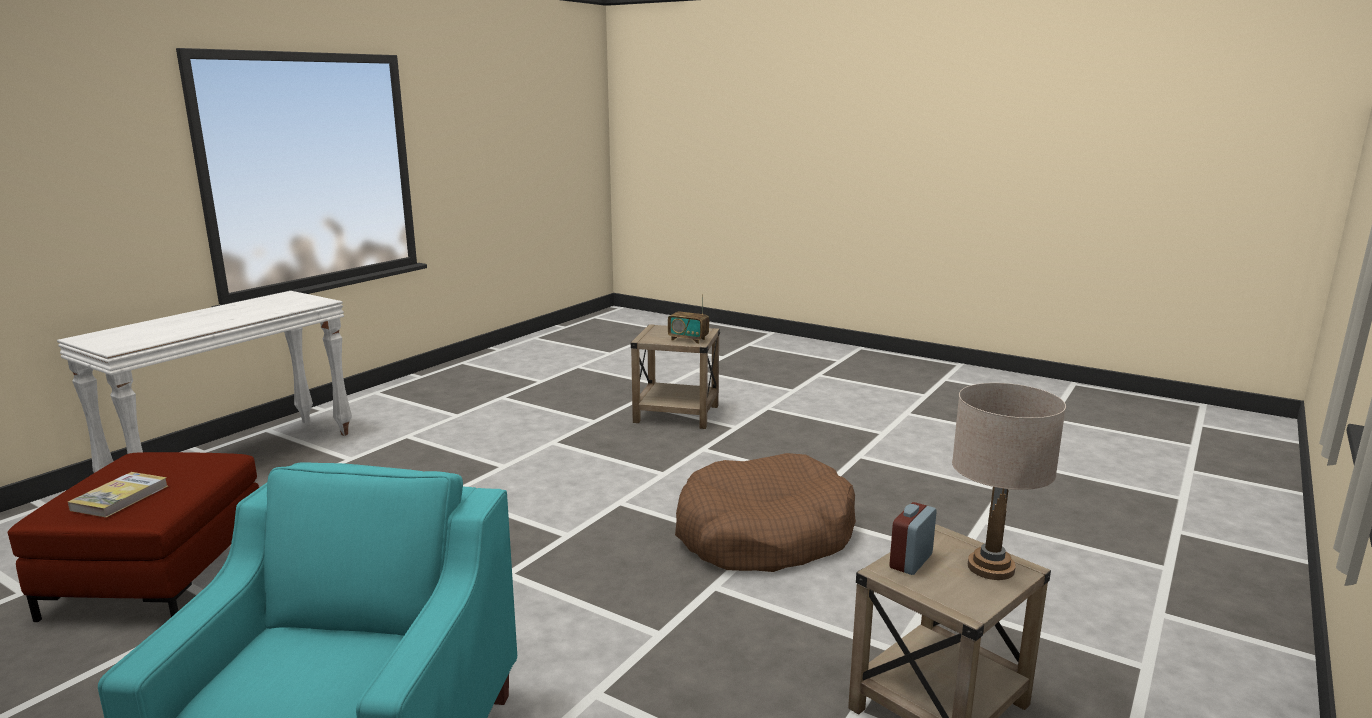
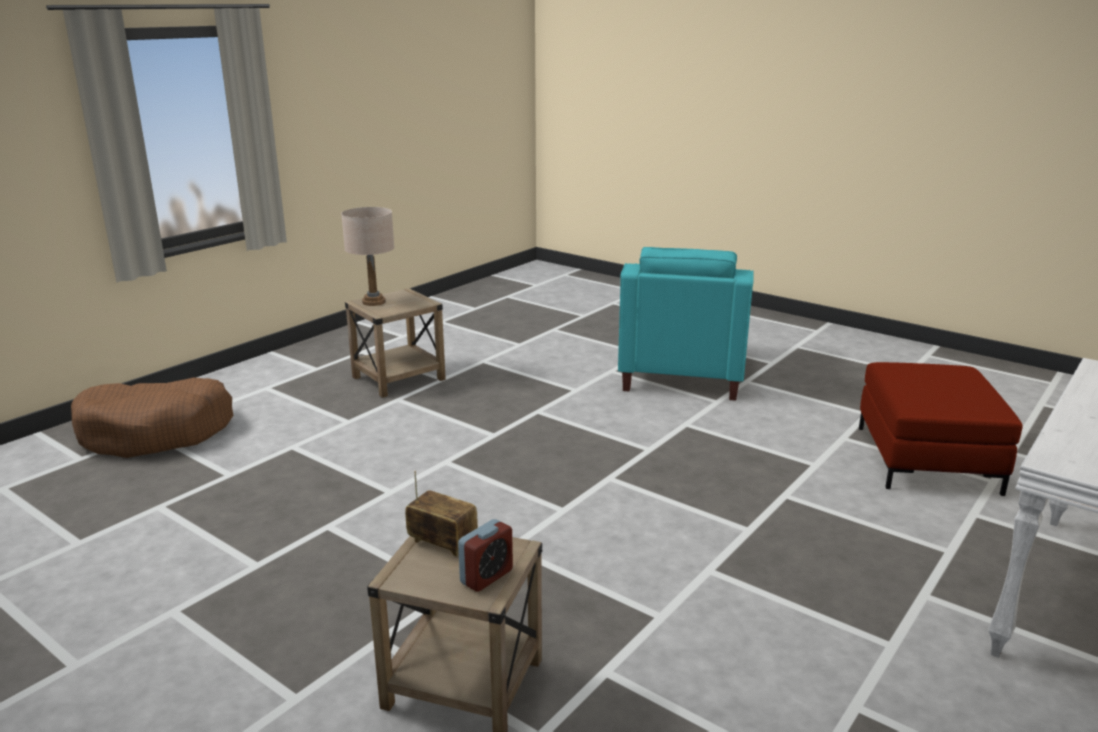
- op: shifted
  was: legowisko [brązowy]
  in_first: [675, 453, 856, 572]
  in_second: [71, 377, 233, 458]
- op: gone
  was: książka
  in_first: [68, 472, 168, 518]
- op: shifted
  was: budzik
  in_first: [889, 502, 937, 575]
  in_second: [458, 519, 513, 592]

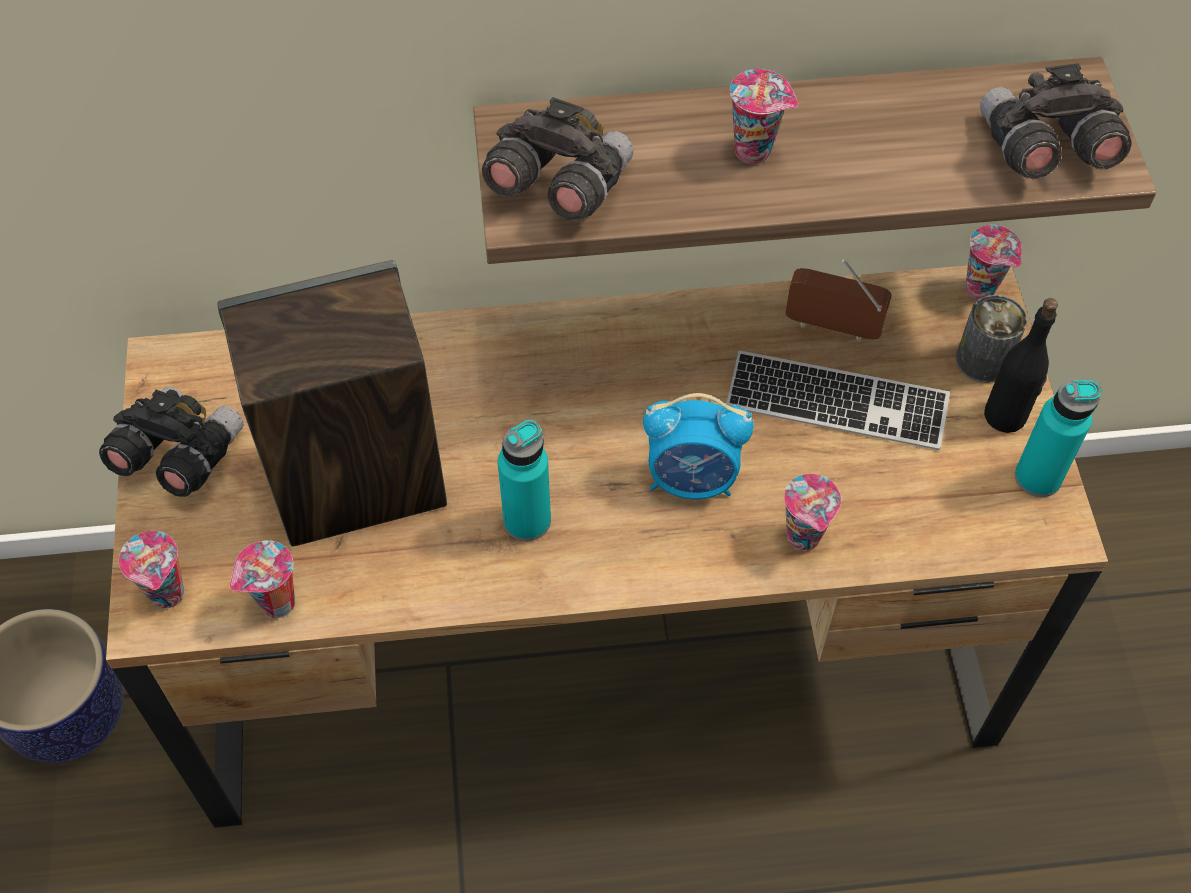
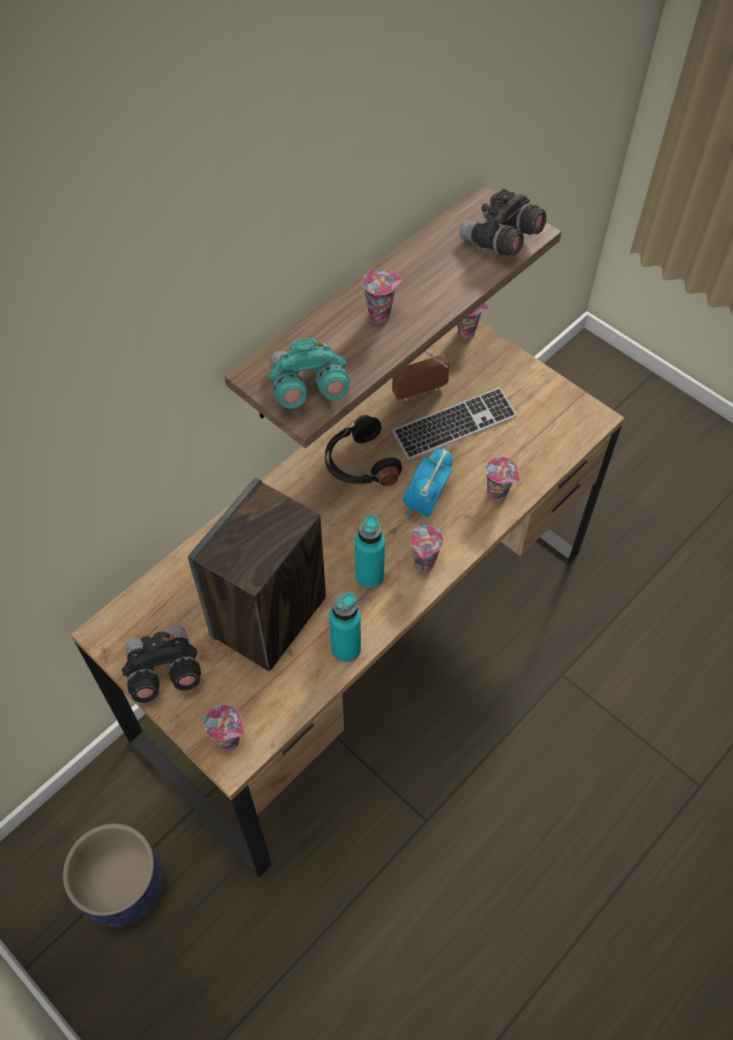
- op: repainted
  was: lornetka [szary]
  now: lornetka [turkusowy]
  in_first: [482, 97, 634, 221]
  in_second: [269, 337, 350, 409]
- op: gone
  was: puszka
  in_first: [956, 295, 1027, 383]
- op: gone
  was: butelka [czarny]
  in_first: [984, 298, 1058, 433]
- op: shifted
  was: butelka [turkusowy]
  in_first: [1015, 380, 1101, 497]
  in_second: [329, 592, 361, 662]
- op: rotated
  was: budzik
  in_first: [643, 393, 754, 499]
  in_second: [402, 448, 453, 517]
  clockwise: 150
- op: shifted
  was: filiżanka
  in_first: [230, 540, 295, 618]
  in_second: [410, 525, 444, 572]
- op: new
  now: słuchawki [czarny]
  in_second: [325, 415, 402, 486]

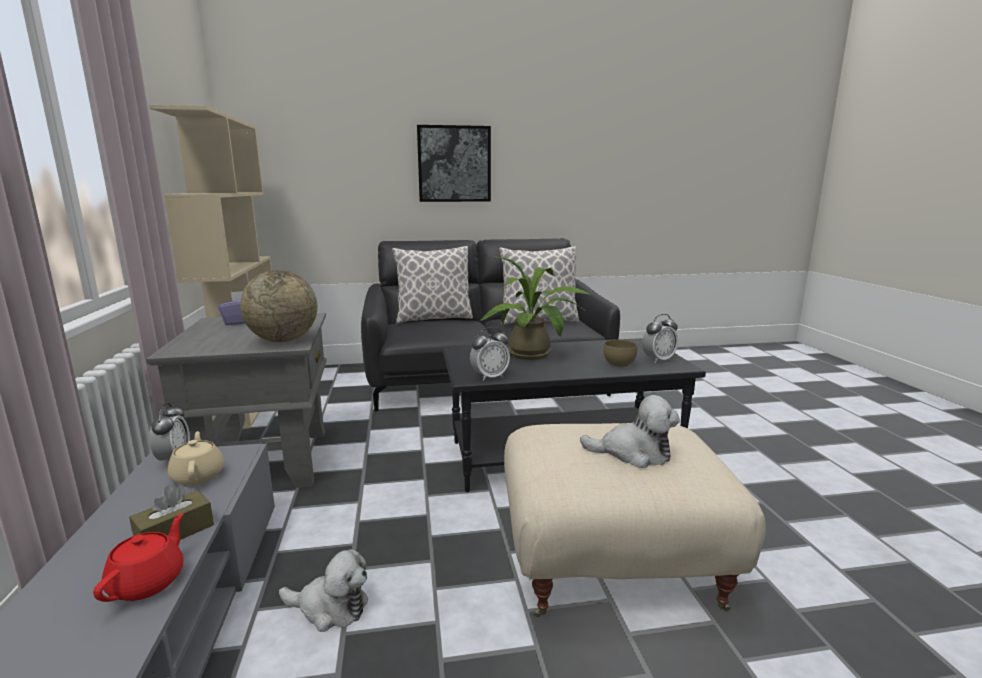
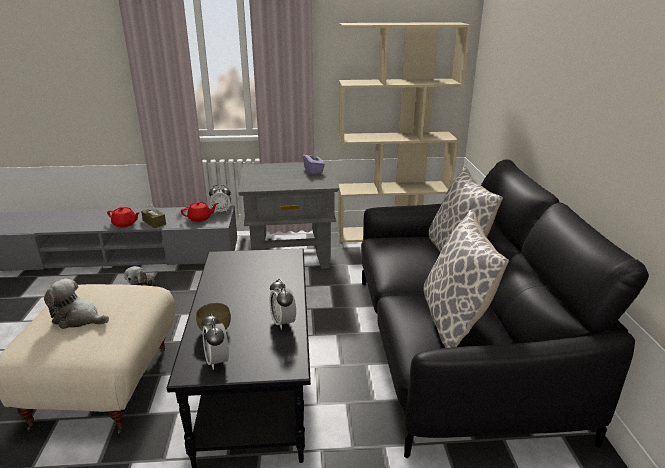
- op: gone
  was: obraz
  in_first: [417, 125, 491, 202]
- op: gone
  was: roślina doniczkowa
  in_first: [479, 256, 590, 360]
- op: gone
  was: globus
  in_first: [240, 270, 318, 342]
- op: shifted
  was: budzik
  in_first: [470, 327, 510, 381]
  in_second: [269, 279, 296, 330]
- op: rotated
  was: pluszak
  in_first: [580, 395, 680, 468]
  in_second: [44, 279, 109, 329]
  clockwise: 90
- op: repainted
  was: imbryk [beżowy]
  now: imbryk [czerwony]
  in_first: [168, 431, 224, 486]
  in_second: [181, 201, 218, 222]

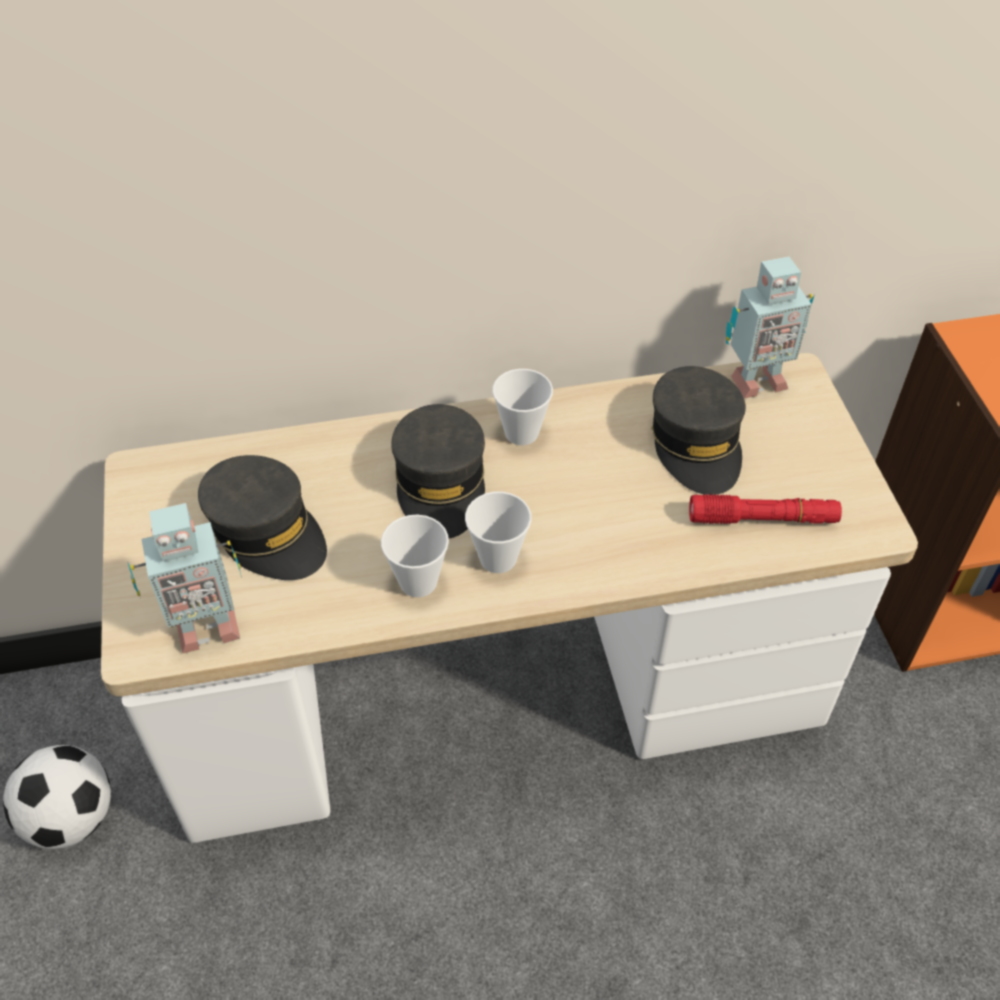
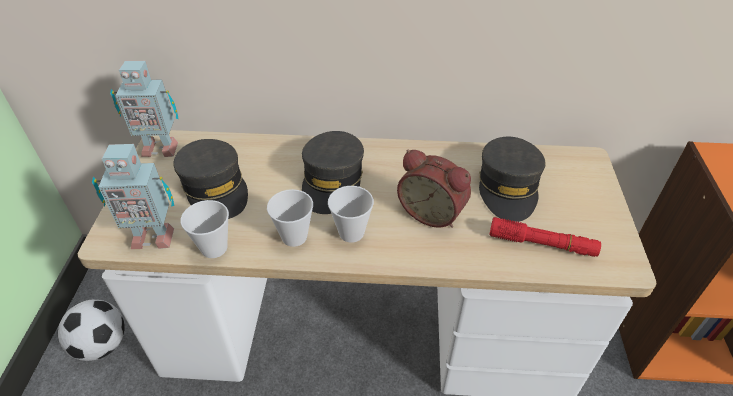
- op: shifted
  was: robot zabawkowy
  in_first: [726, 256, 814, 398]
  in_second: [110, 61, 179, 157]
- op: shifted
  was: filiżanka
  in_first: [492, 369, 553, 445]
  in_second: [181, 200, 229, 258]
- op: new
  now: budzik
  in_second: [397, 150, 471, 228]

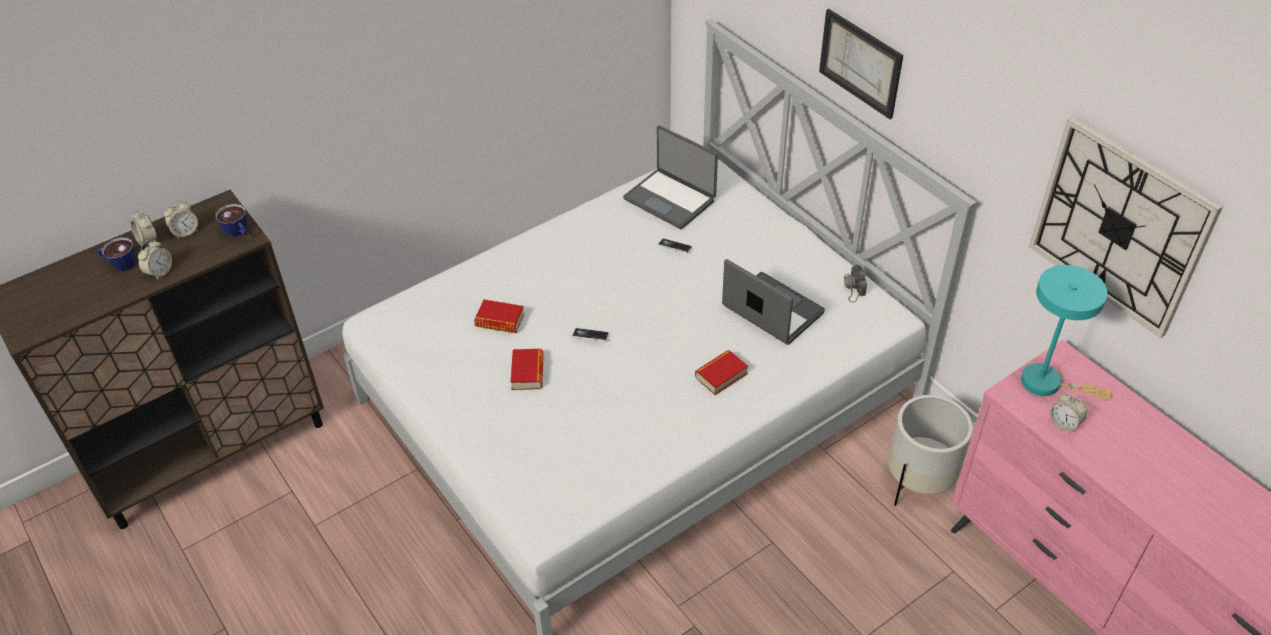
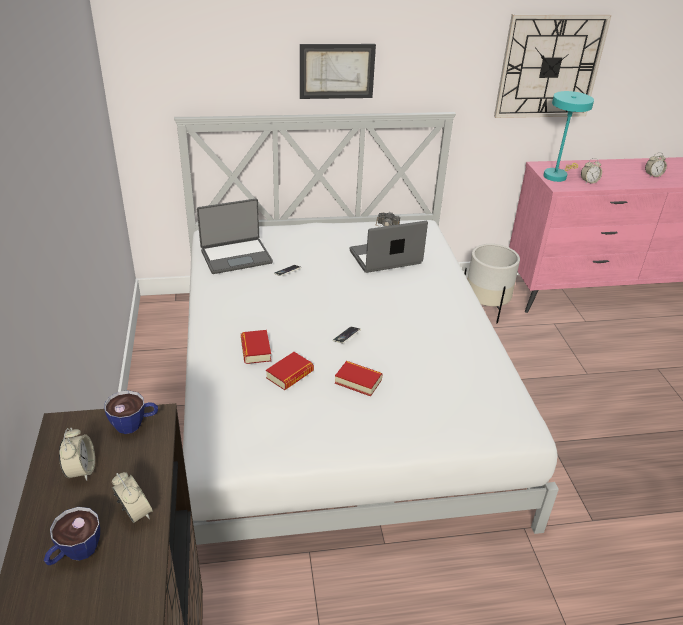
- op: shifted
  was: budzik
  in_first: [130, 210, 157, 247]
  in_second: [645, 152, 667, 177]
- op: shifted
  was: książka
  in_first: [695, 350, 748, 395]
  in_second: [241, 330, 271, 364]

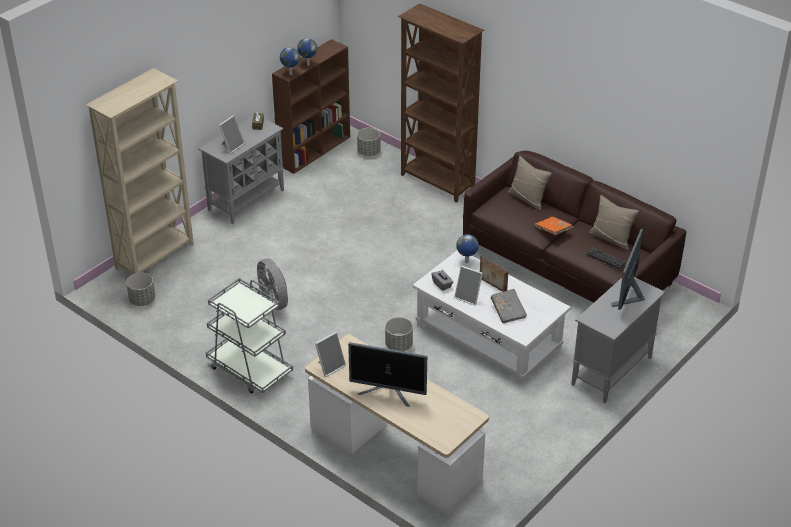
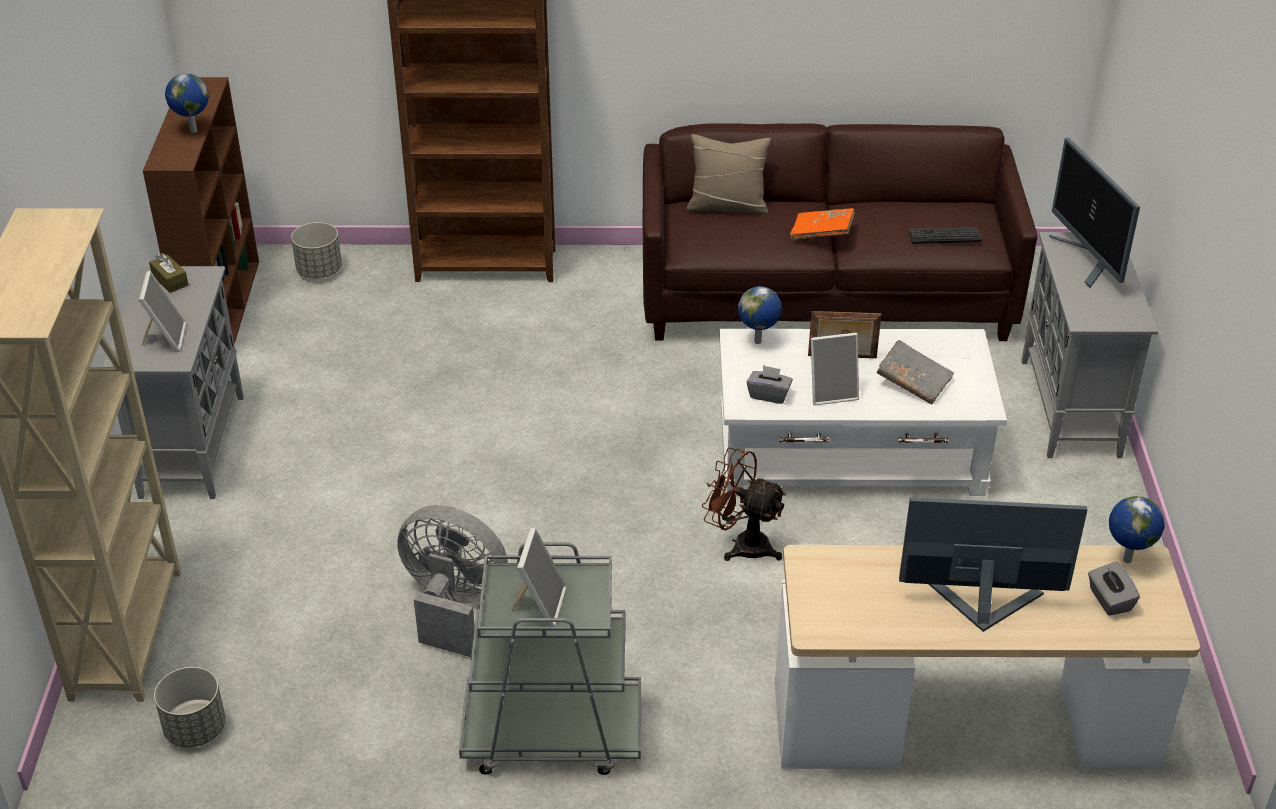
- op: shifted
  was: globus
  in_first: [280, 47, 300, 75]
  in_second: [1109, 496, 1165, 563]
- op: gone
  was: poduszka [beżowy]
  in_first: [589, 195, 639, 250]
- op: swapped
  was: donica [szary]
  now: wentylator [brązowy]
  in_first: [385, 317, 413, 351]
  in_second: [702, 447, 786, 561]
- op: shifted
  was: ramka na zdjęcie
  in_first: [315, 332, 346, 377]
  in_second: [512, 527, 566, 627]
- op: rotated
  was: monitor
  in_first: [348, 342, 427, 407]
  in_second: [899, 497, 1087, 632]
  clockwise: -150
- op: new
  now: pudełko chusteczek [szary]
  in_second: [1088, 562, 1140, 616]

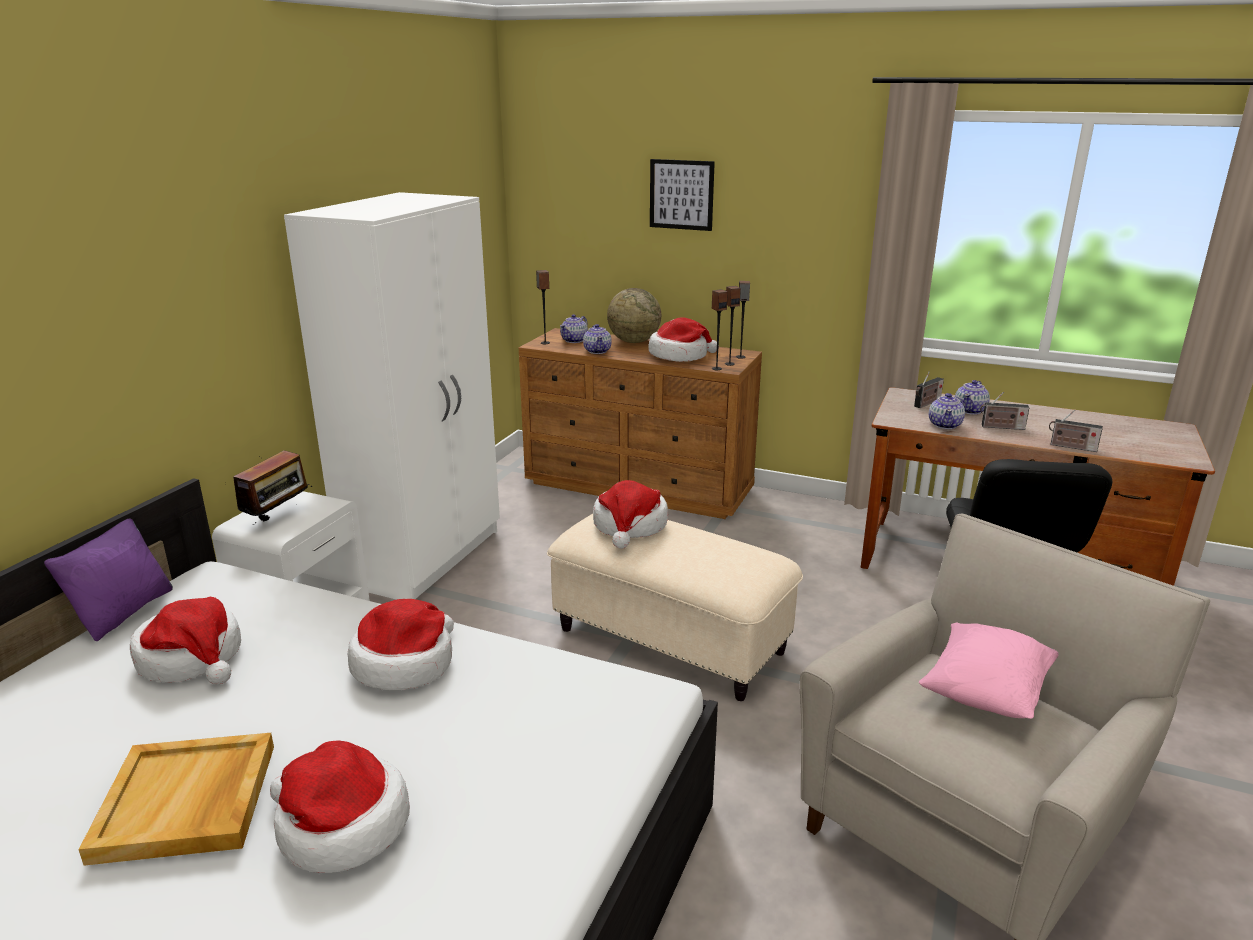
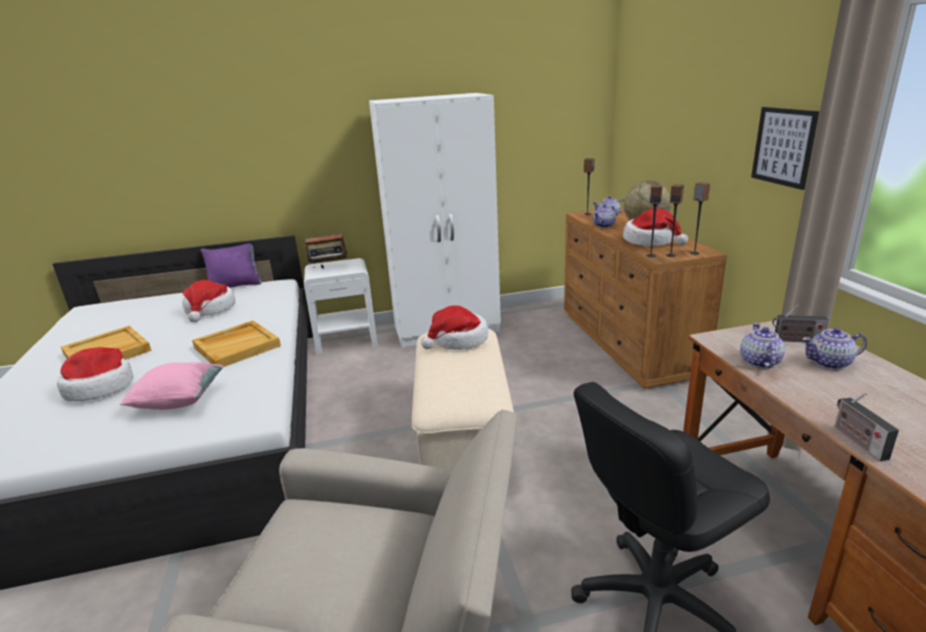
- op: shifted
  was: obraz
  in_first: [650, 159, 715, 231]
  in_second: [751, 107, 819, 190]
- op: gone
  was: radio
  in_first: [980, 392, 1029, 430]
- op: rotated
  was: imbryk
  in_first: [929, 393, 965, 429]
  in_second: [740, 323, 785, 368]
  clockwise: 120
- op: swapped
  was: kapelusz
  now: taca [beżowy]
  in_first: [348, 599, 454, 691]
  in_second: [192, 321, 281, 367]
- op: shifted
  was: poduszka [różowy]
  in_first: [919, 623, 1059, 719]
  in_second: [120, 362, 224, 410]

